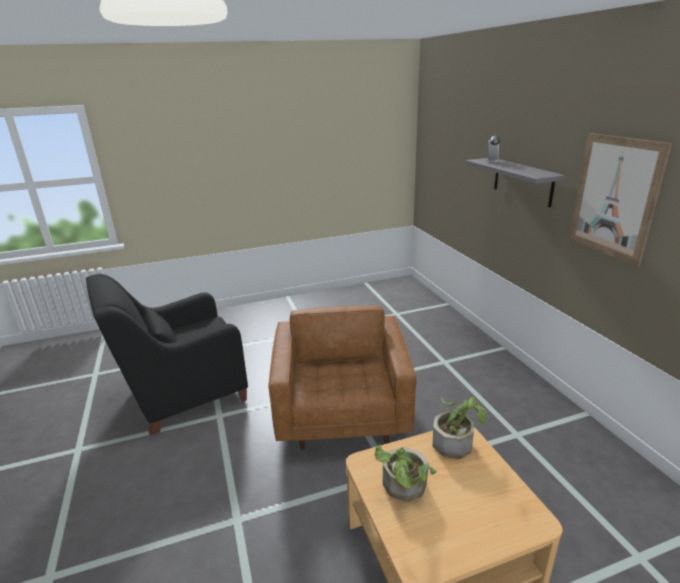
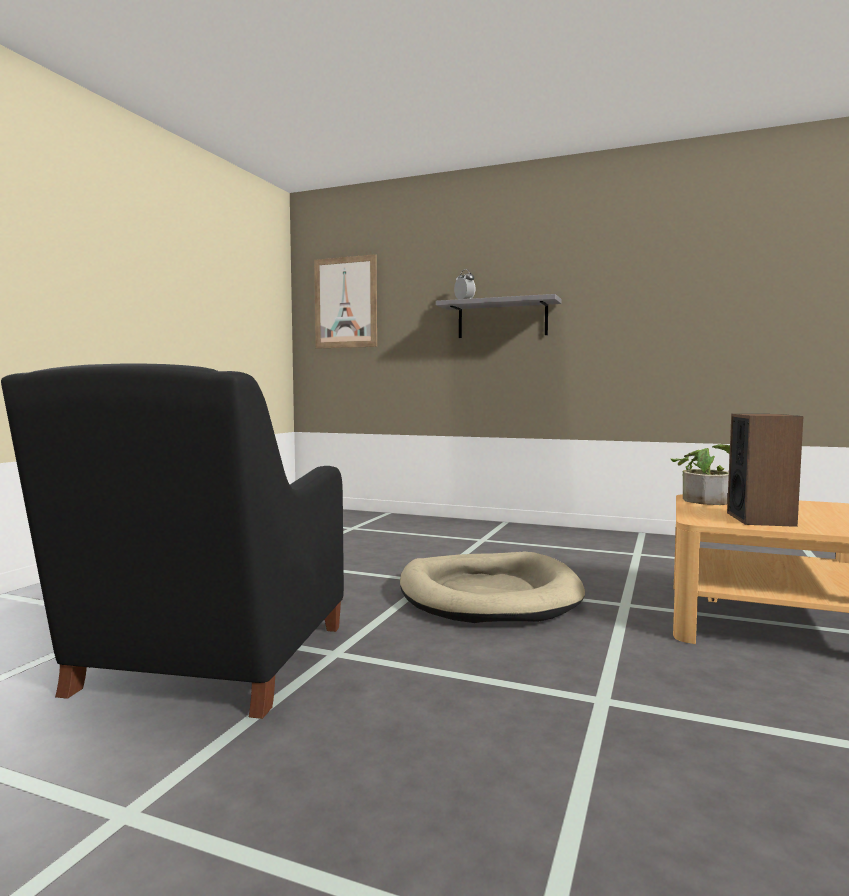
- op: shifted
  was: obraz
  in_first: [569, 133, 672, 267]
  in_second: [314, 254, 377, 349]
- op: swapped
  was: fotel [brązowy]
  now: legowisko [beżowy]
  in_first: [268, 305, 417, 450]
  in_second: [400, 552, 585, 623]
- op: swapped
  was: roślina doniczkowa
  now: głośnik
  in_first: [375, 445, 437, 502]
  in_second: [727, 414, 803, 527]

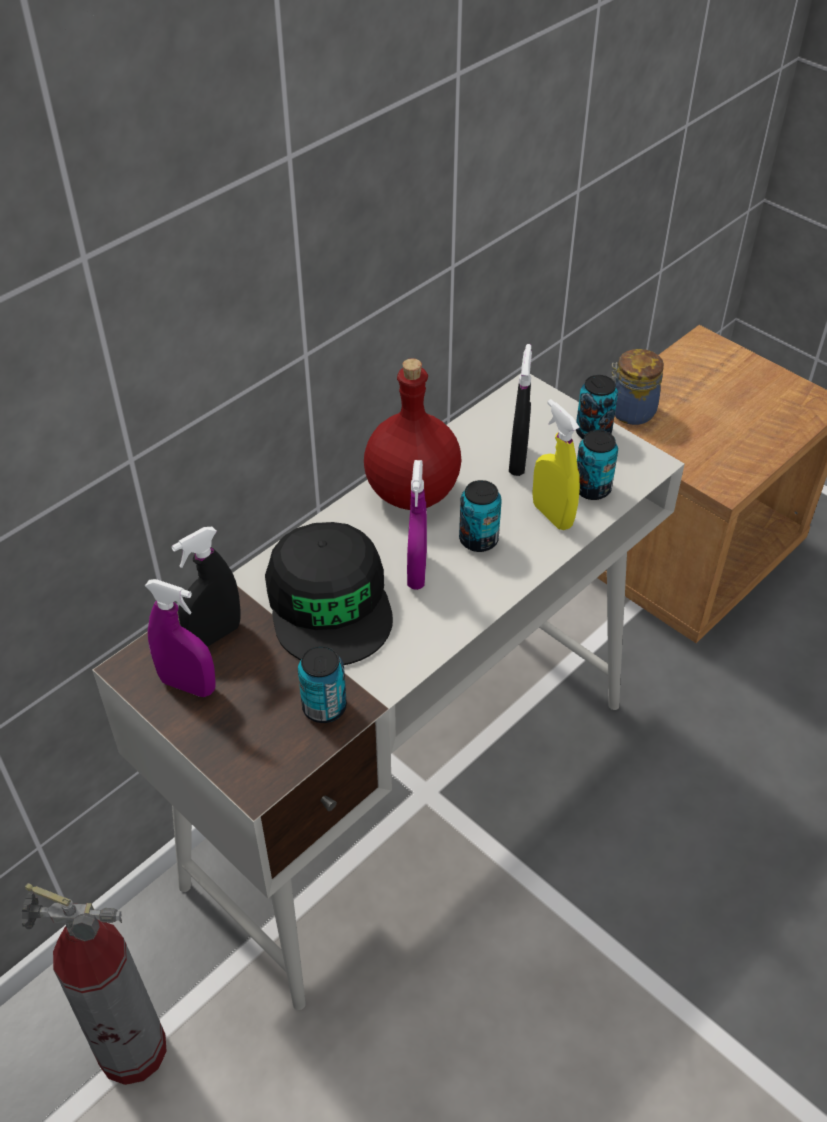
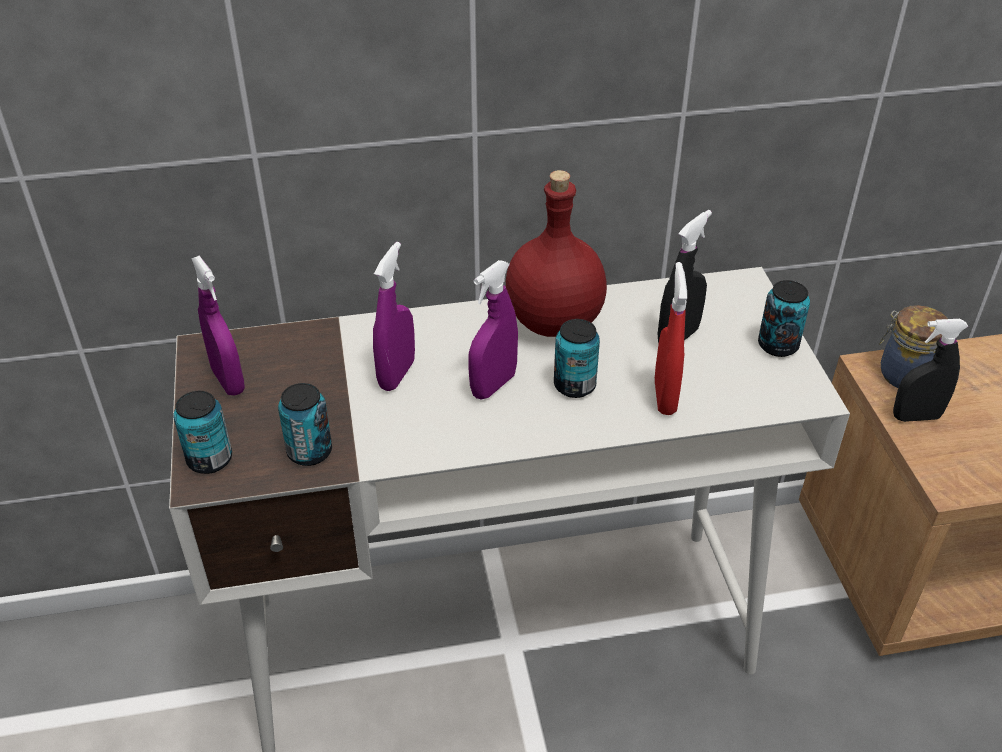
- op: repainted
  was: spryskiwacz [żółty]
  now: spryskiwacz [czerwony]
  in_first: [532, 399, 580, 530]
  in_second: [655, 262, 687, 415]
- op: shifted
  was: puszka
  in_first: [577, 430, 618, 500]
  in_second: [173, 391, 232, 474]
- op: swapped
  was: czapka z daszkiem [czarny]
  now: spryskiwacz [fioletowy]
  in_first: [265, 522, 393, 665]
  in_second: [373, 242, 415, 391]
- op: shifted
  was: spryskiwacz [czarny]
  in_first: [171, 527, 241, 647]
  in_second: [893, 319, 968, 422]
- op: gone
  was: gaśnica
  in_first: [21, 883, 167, 1085]

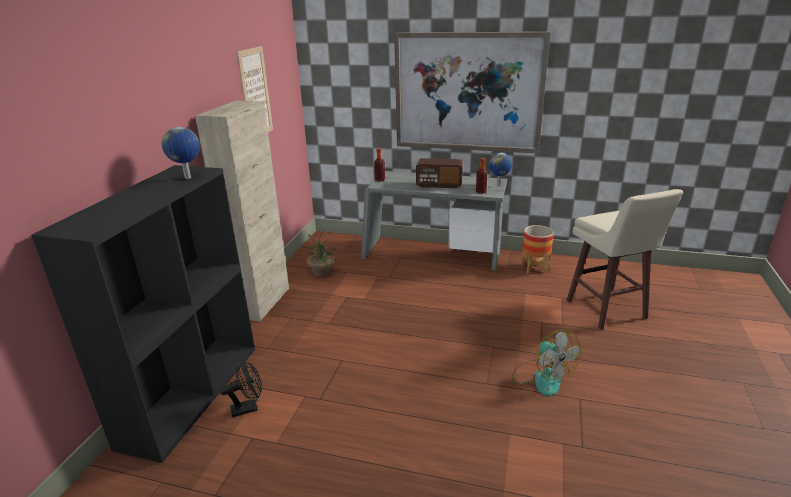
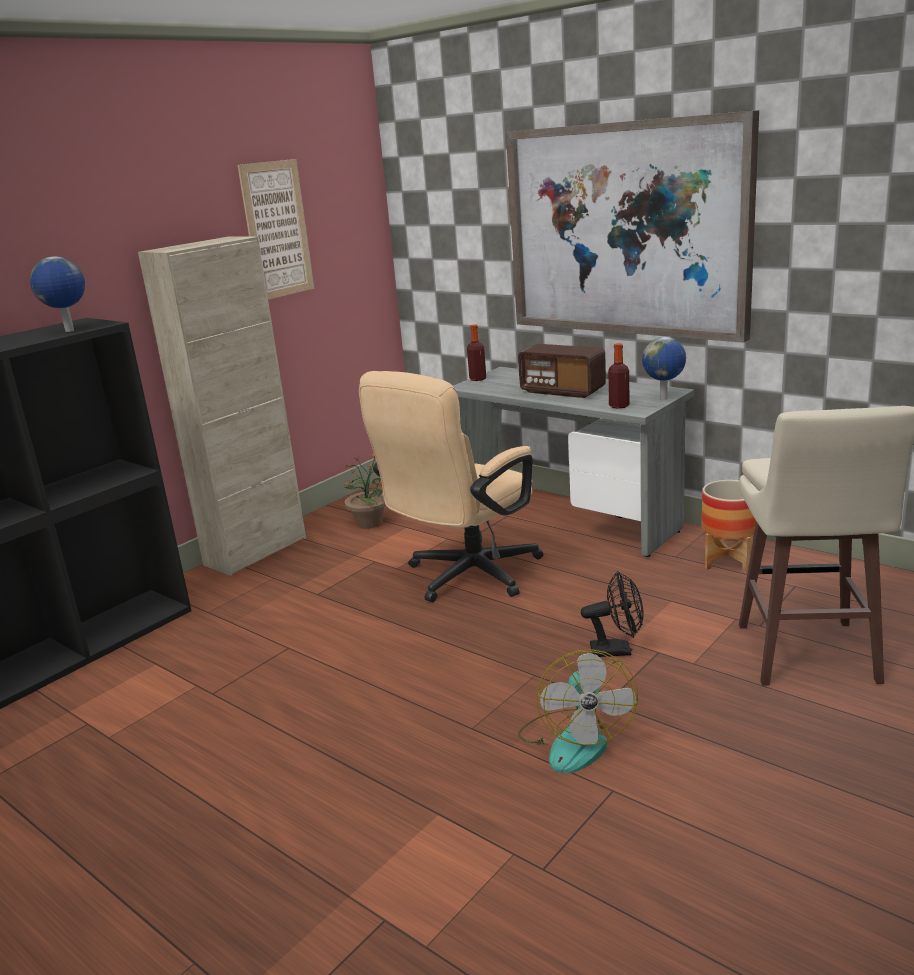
- op: shifted
  was: wentylator [czarny]
  in_first: [220, 360, 262, 417]
  in_second: [581, 571, 644, 657]
- op: new
  now: krzesło biurowe [beżowy]
  in_second: [359, 371, 544, 602]

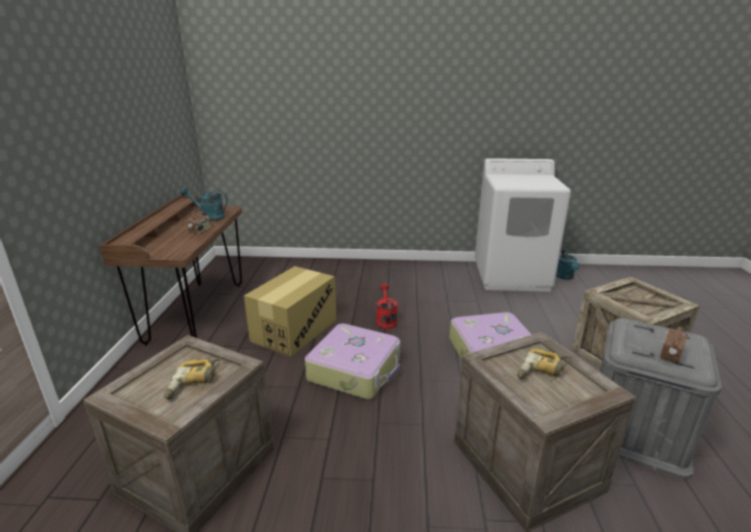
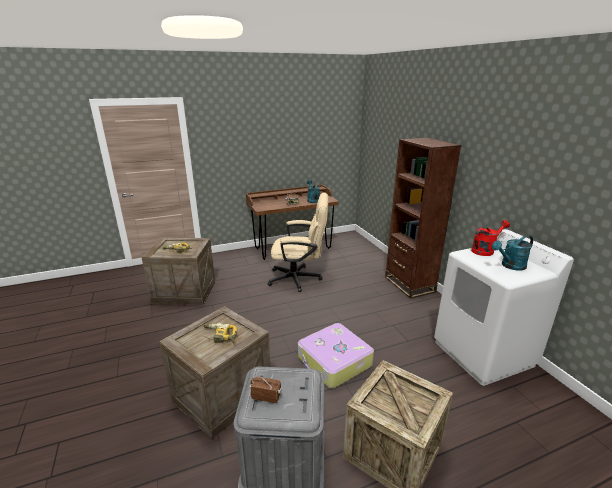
- op: shifted
  was: konewka [turkusowy]
  in_first: [556, 250, 580, 280]
  in_second: [492, 235, 533, 271]
- op: swapped
  was: karton
  now: krzesło biurowe [beżowy]
  in_first: [244, 266, 337, 357]
  in_second: [268, 193, 328, 292]
- op: shifted
  was: konewka [czerwony]
  in_first: [376, 284, 398, 329]
  in_second: [471, 220, 510, 256]
- op: gone
  was: walizka
  in_first: [305, 324, 400, 399]
- op: new
  now: regał [brązowy]
  in_second: [385, 138, 461, 299]

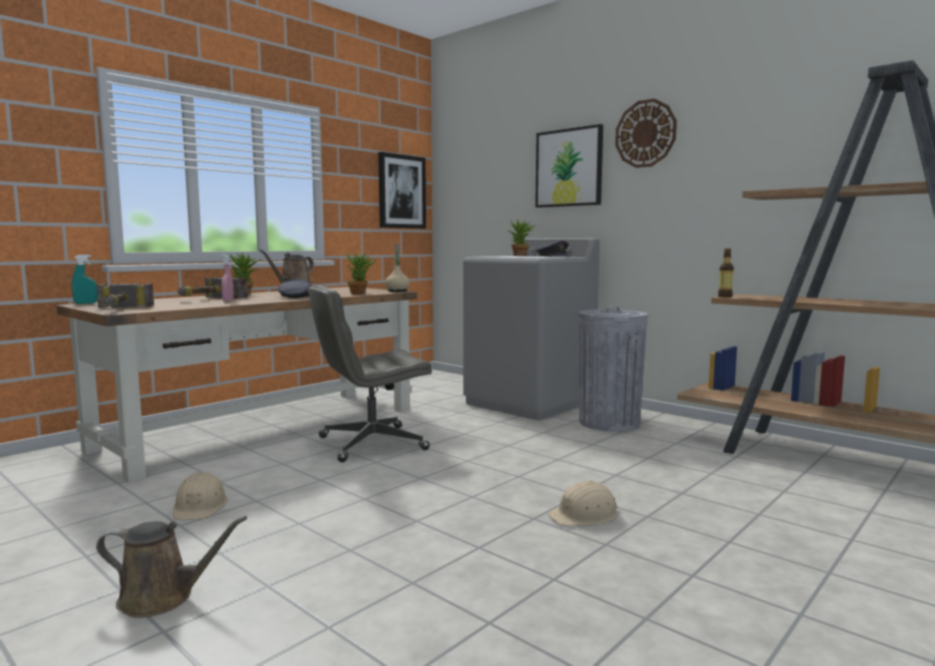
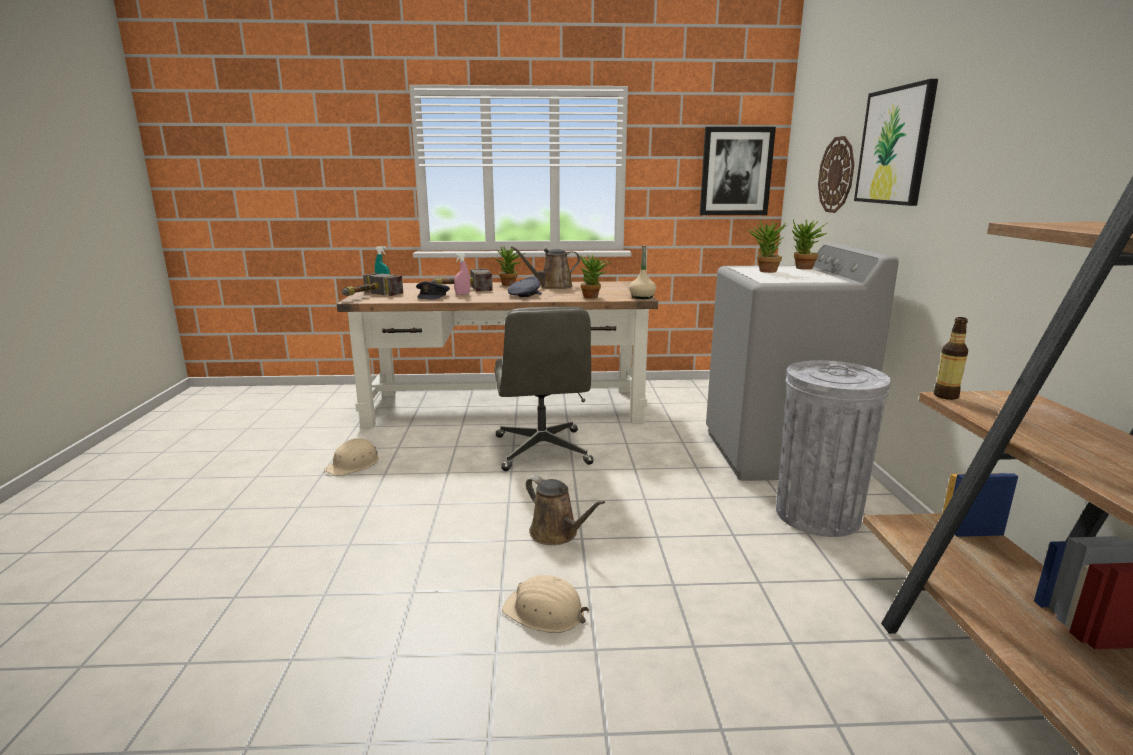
- op: shifted
  was: zegar ścienny
  in_first: [615, 99, 677, 168]
  in_second: [818, 136, 854, 213]
- op: shifted
  was: czapka z daszkiem [szary]
  in_first: [536, 240, 570, 257]
  in_second: [416, 281, 450, 300]
- op: rotated
  was: krzesło biurowe [szary]
  in_first: [308, 286, 432, 462]
  in_second: [494, 307, 594, 471]
  clockwise: -120
- op: shifted
  was: konewka [brązowy]
  in_first: [96, 516, 247, 618]
  in_second: [526, 476, 605, 545]
- op: new
  now: roślina doniczkowa
  in_second: [748, 220, 787, 273]

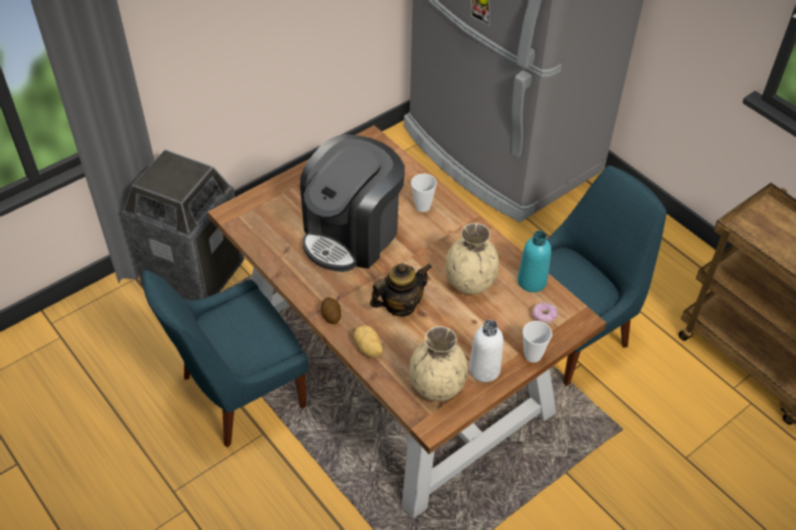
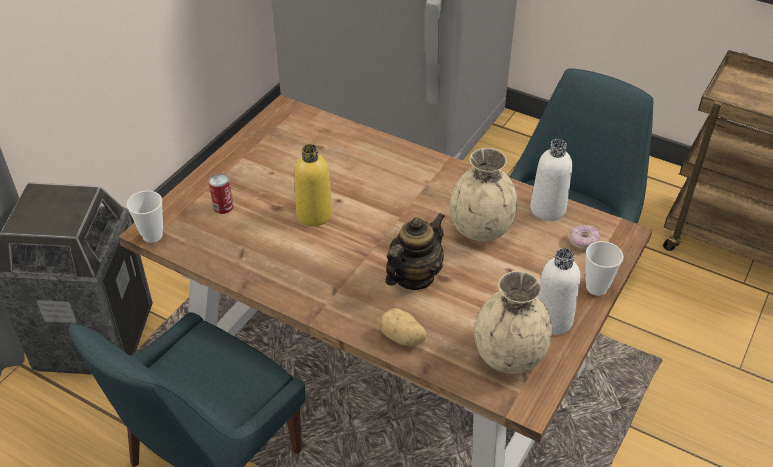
- op: swapped
  was: ekspres do kawy
  now: butelka [żółty]
  in_first: [300, 134, 405, 272]
  in_second: [294, 144, 333, 226]
- op: shifted
  was: filiżanka
  in_first: [411, 174, 437, 212]
  in_second: [127, 191, 163, 243]
- op: repainted
  was: butelka [turkusowy]
  now: butelka [biały]
  in_first: [517, 231, 551, 292]
  in_second: [530, 139, 572, 221]
- op: gone
  was: ziemniak
  in_first: [321, 297, 341, 324]
- op: new
  now: puszka
  in_second: [209, 174, 233, 214]

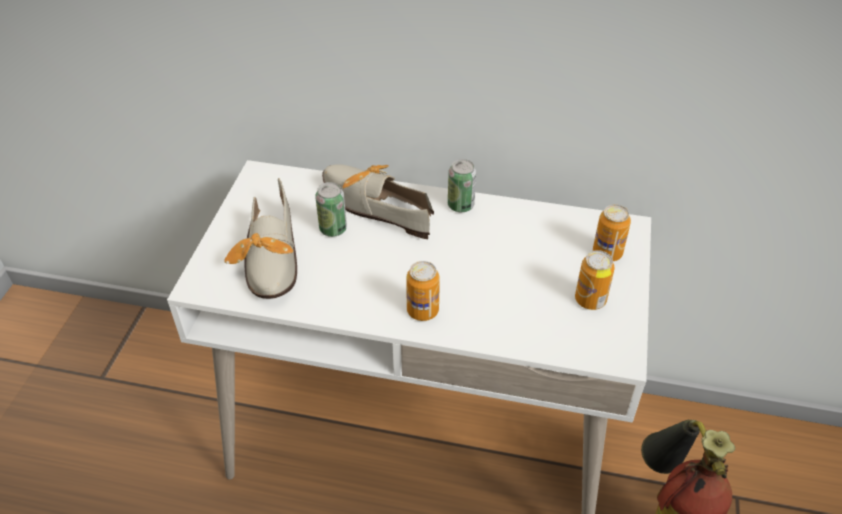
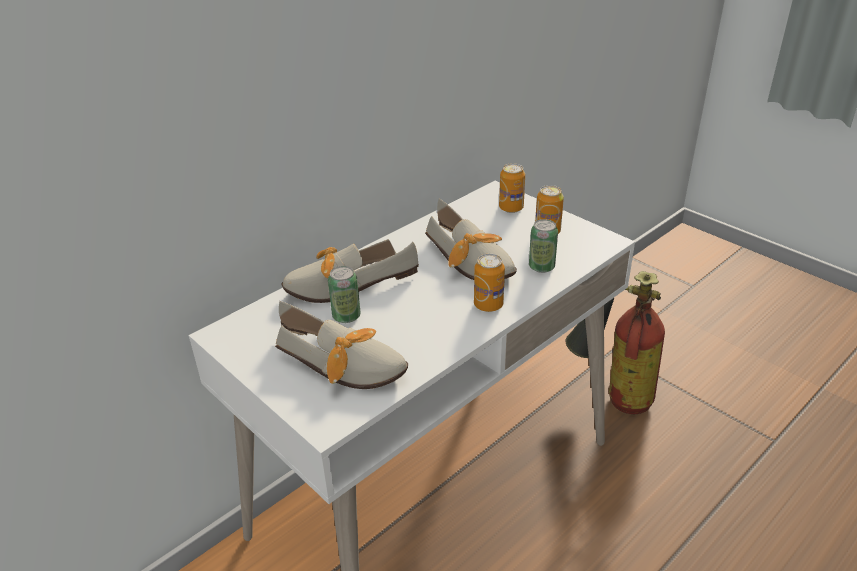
- op: shifted
  was: puszka
  in_first: [448, 159, 476, 212]
  in_second: [529, 219, 558, 273]
- op: new
  now: but
  in_second: [425, 198, 517, 280]

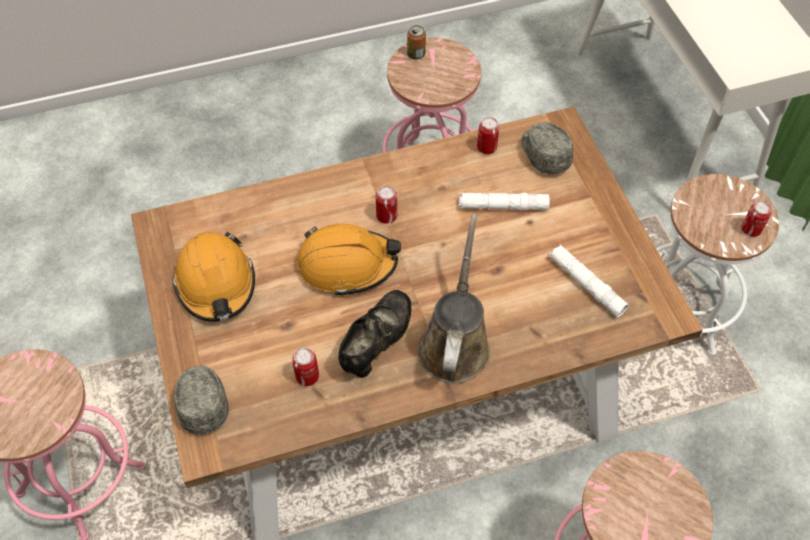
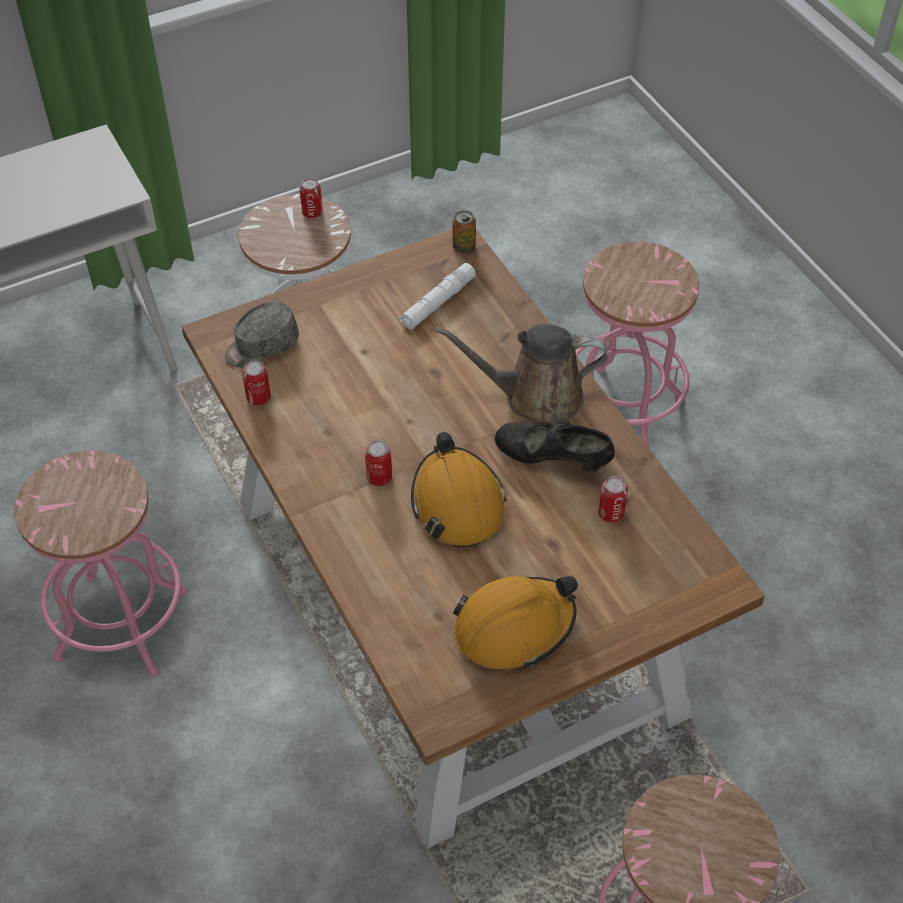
- op: shifted
  was: puszka
  in_first: [407, 25, 426, 59]
  in_second: [452, 210, 476, 253]
- op: gone
  was: latarka [biały]
  in_first: [458, 193, 550, 211]
- op: gone
  was: czapka z daszkiem [szary]
  in_first: [174, 366, 229, 435]

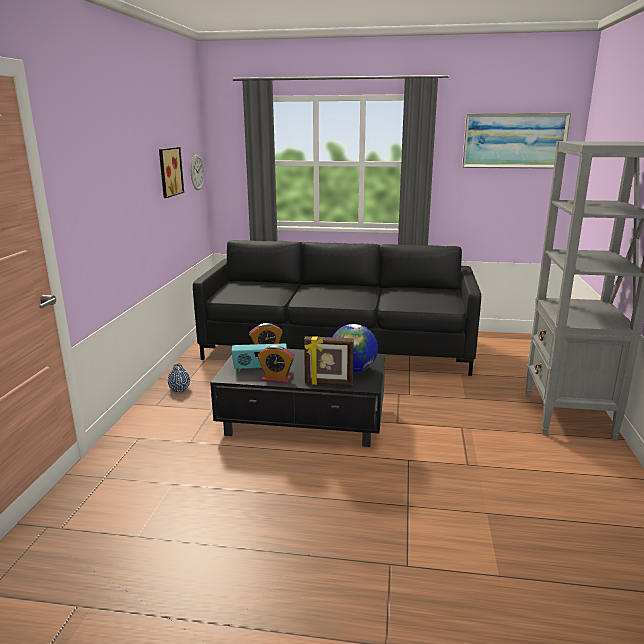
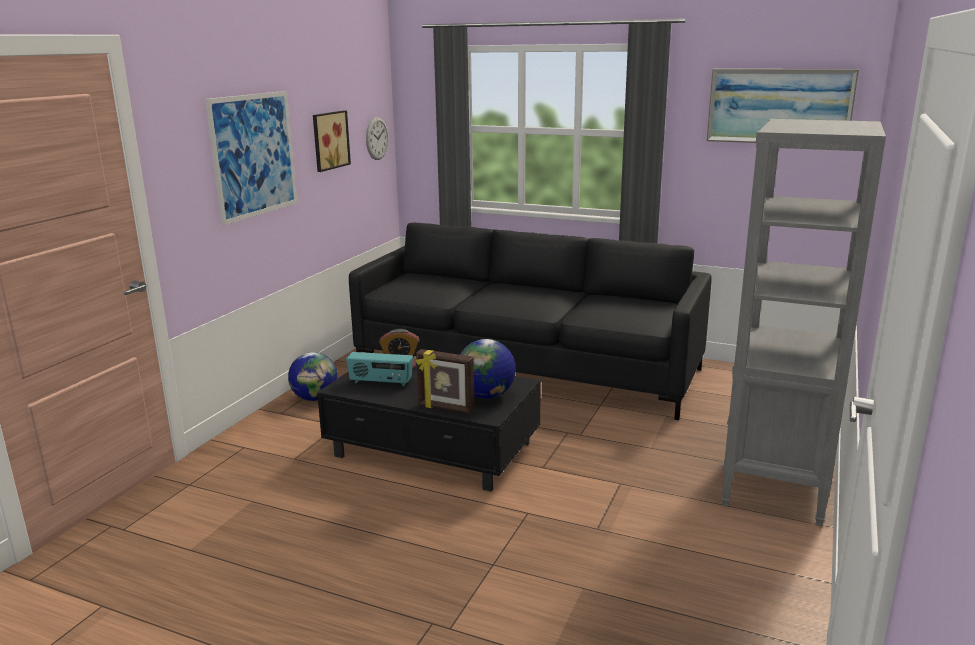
- op: gone
  was: budzik
  in_first: [258, 345, 295, 383]
- op: swapped
  was: wazon [niebieski]
  now: globus
  in_first: [168, 363, 190, 392]
  in_second: [288, 352, 338, 401]
- op: new
  now: obraz
  in_second: [205, 91, 298, 226]

